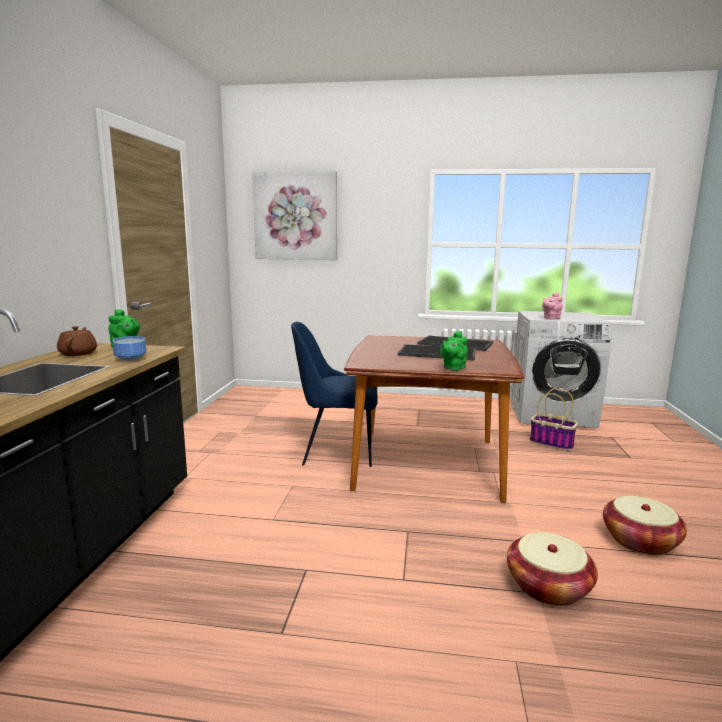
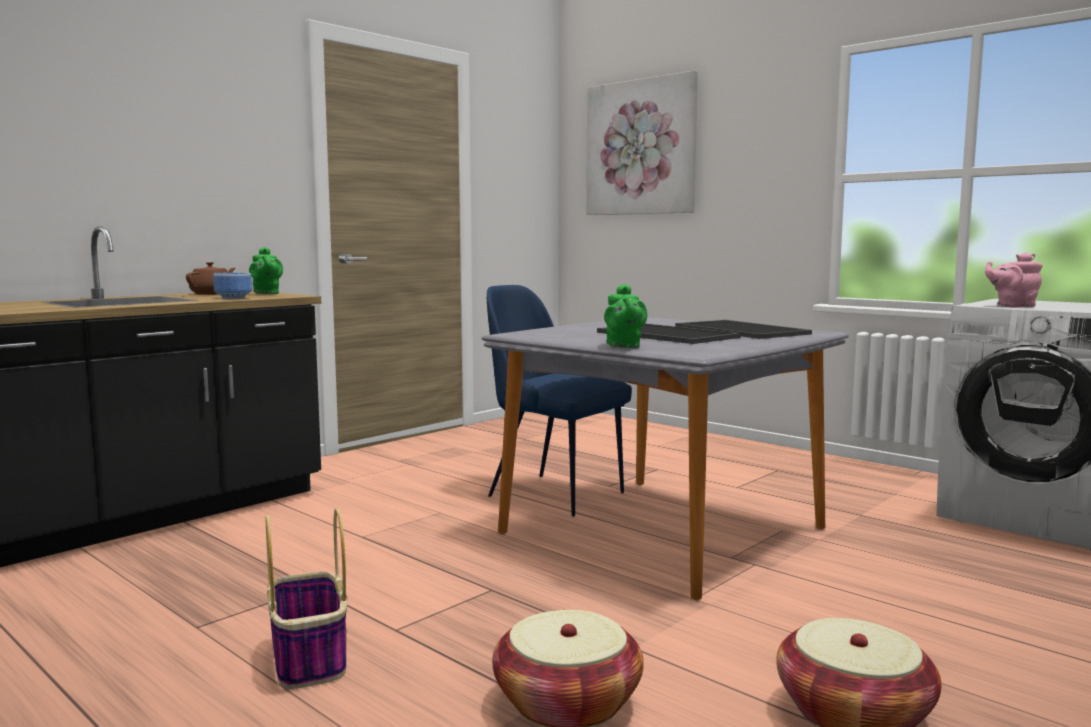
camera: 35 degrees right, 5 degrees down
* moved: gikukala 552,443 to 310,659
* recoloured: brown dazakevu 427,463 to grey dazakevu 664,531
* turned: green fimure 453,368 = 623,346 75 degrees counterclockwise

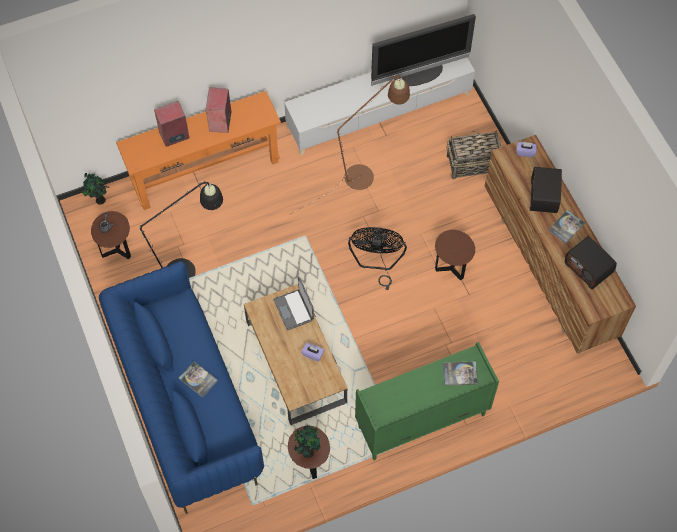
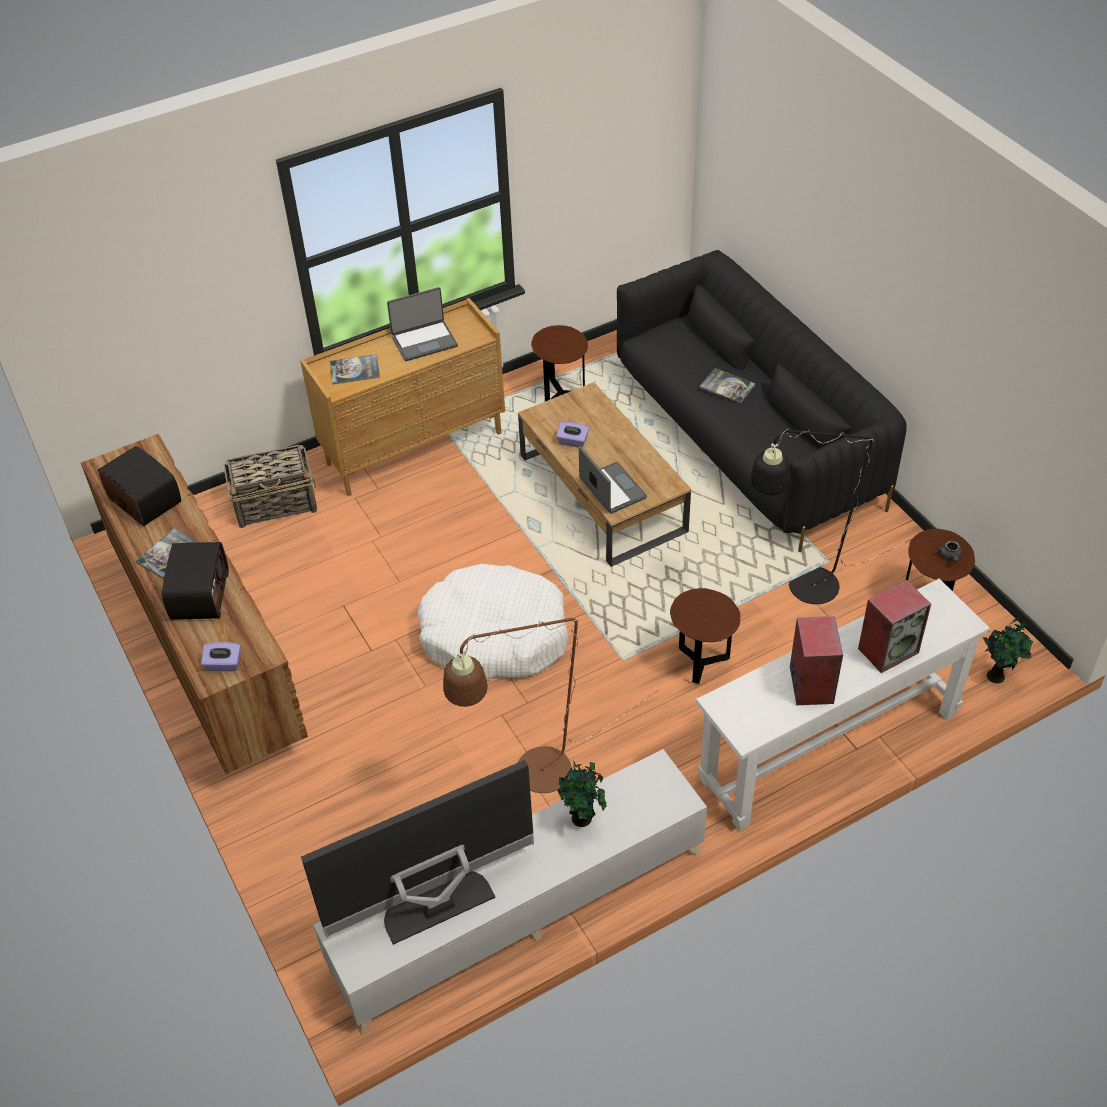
camera: 175 degrees right, 15 degrees down
* moved: gikukala 472,164 to 276,504
* recoloured: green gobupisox 421,421 to brown gobupisox 414,448
* added: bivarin 424,341
* replaced: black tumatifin 377,261 to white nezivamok 494,635
* moved: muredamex 307,452 to 583,819
* recoloured: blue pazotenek 186,399 to black pazotenek 746,436
* moved: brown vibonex 451,268 to 701,663
* recoloured: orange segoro 205,171 to white segoro 829,746

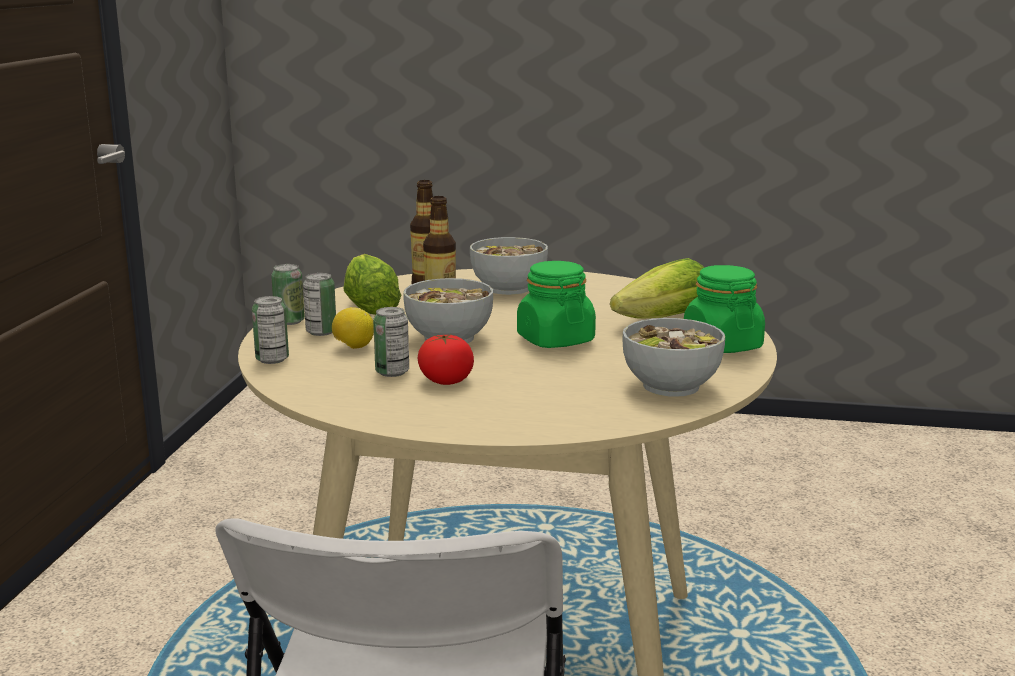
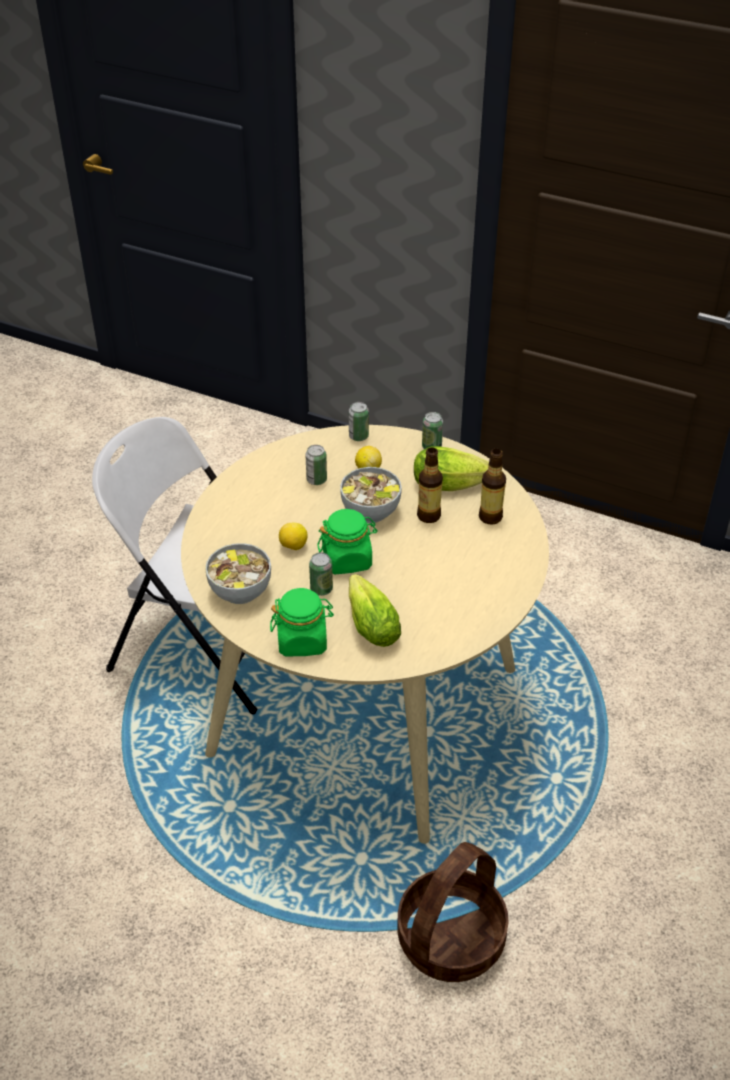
camera: 105 degrees right, 25 degrees up
* added: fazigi 293,546
* moved: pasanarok 321,332 to 321,589
* added: gikukala 451,939
* removed: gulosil 446,380
* removed: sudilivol 508,288

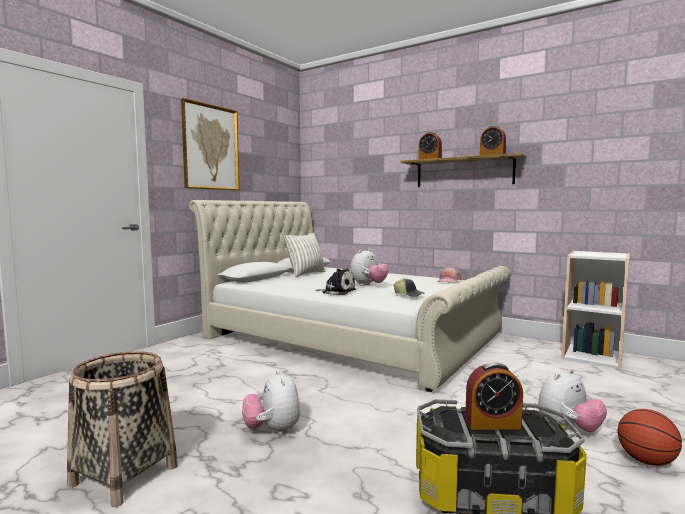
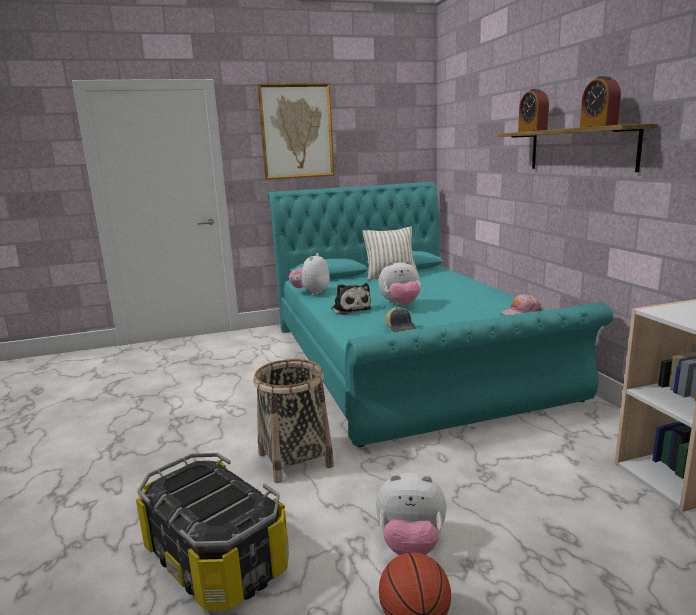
camera: 40 degrees right, 10 degrees up
* moved: gikukala 124,475 to 295,460
* recoloured: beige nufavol 350,336 to turquoise nufavol 405,358
* moved: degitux 273,430 to 311,293
* removed: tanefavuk 492,424

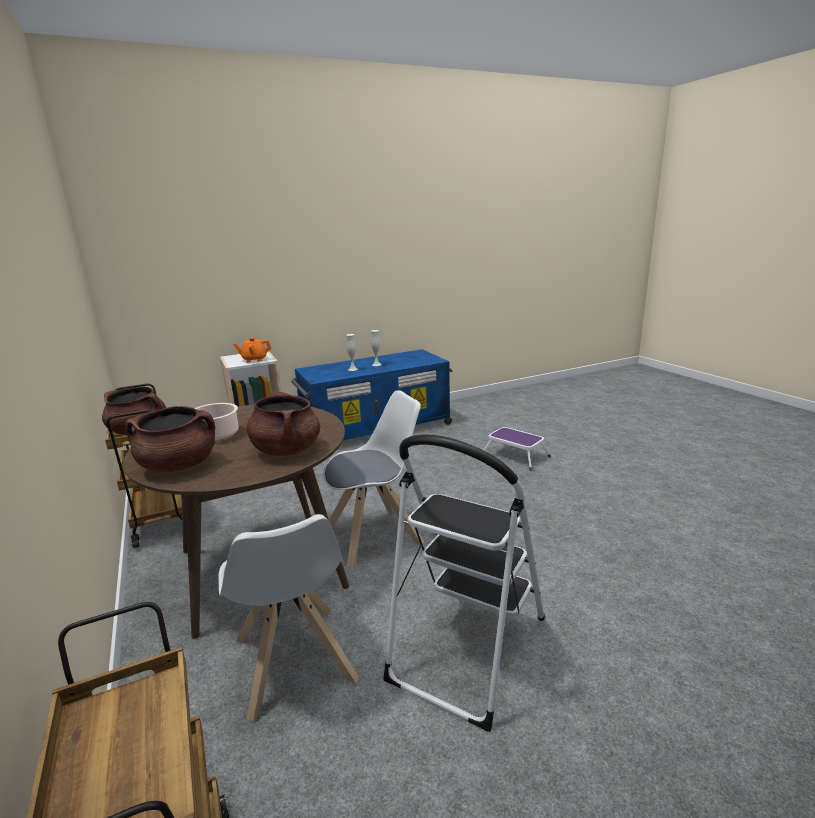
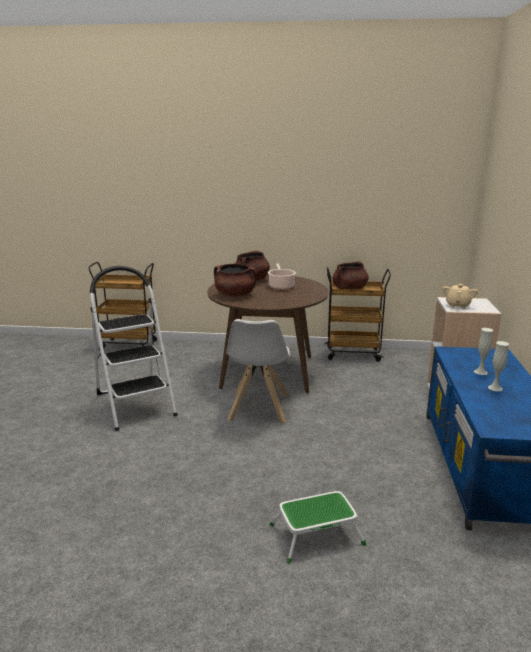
camera: 120 degrees right, 0 degrees up
* recoloured: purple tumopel 515,456 to green tumopel 316,535
* recoloured: orange fimure 254,360 to beige fimure 457,305
* removed: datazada 294,662

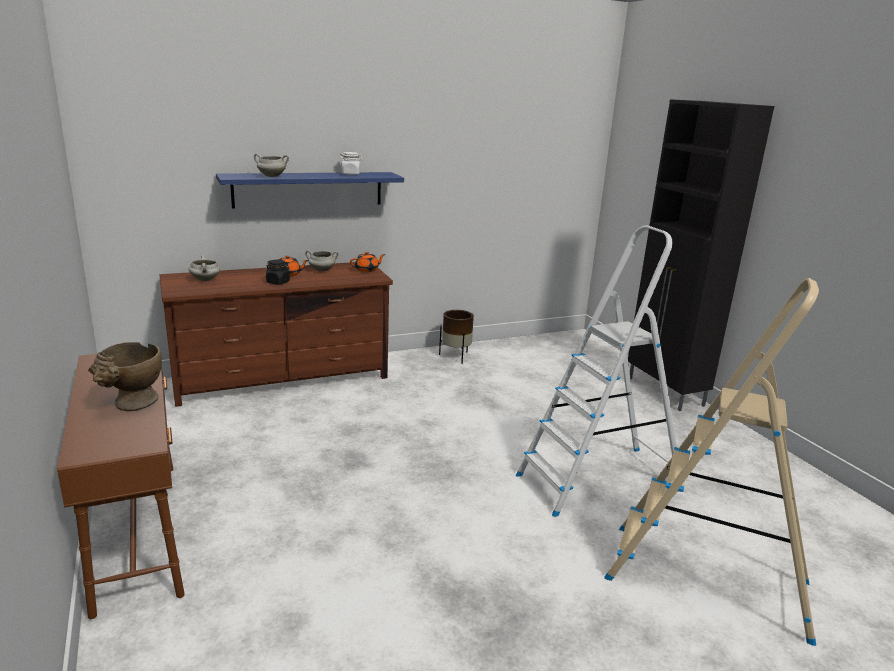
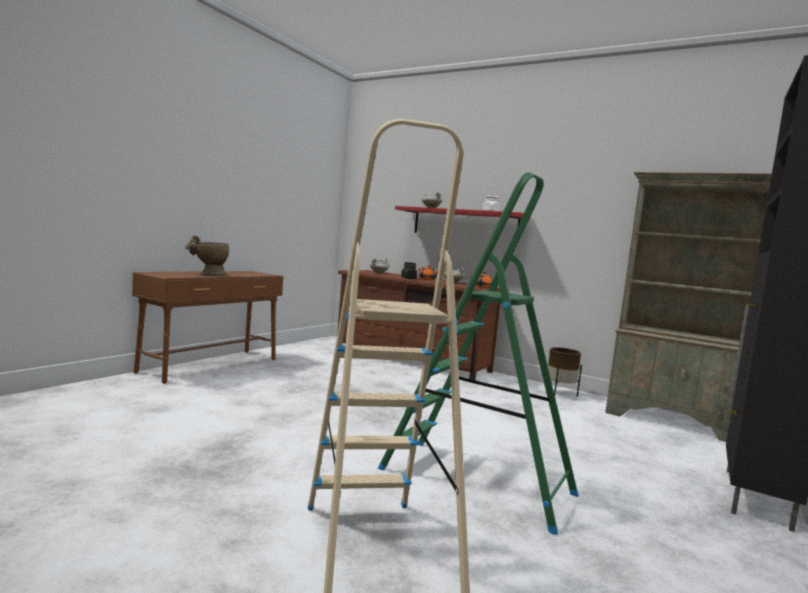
camera: 55 degrees right, 15 degrees down
* recoloured: white tumopel 598,480 to green tumopel 474,481
* recoloured: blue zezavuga 308,189 to red zezavuga 464,224
* added: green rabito 669,420

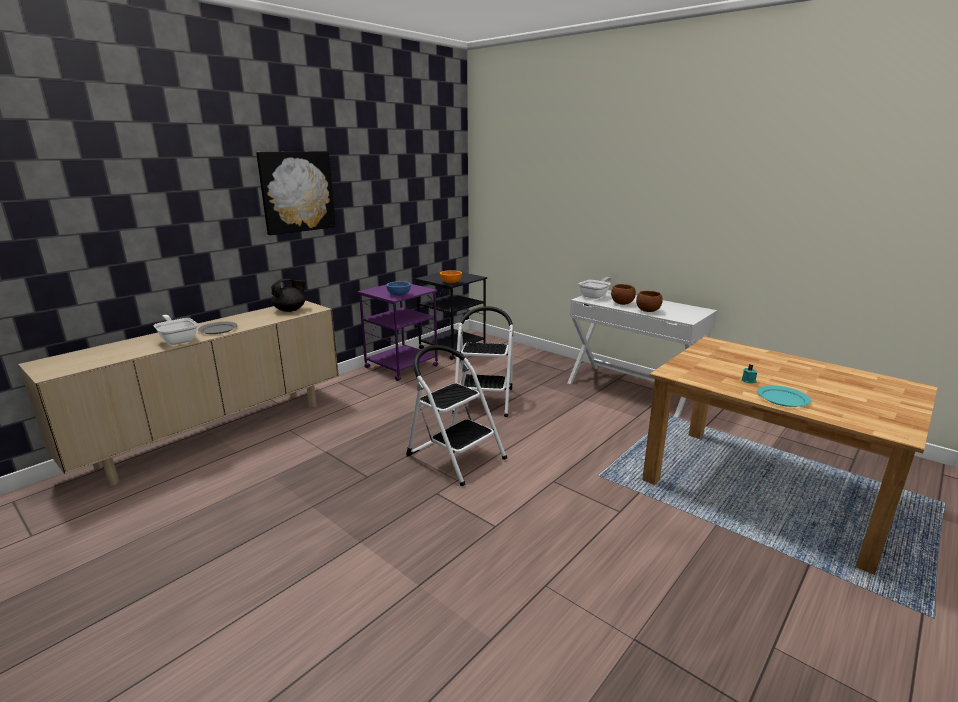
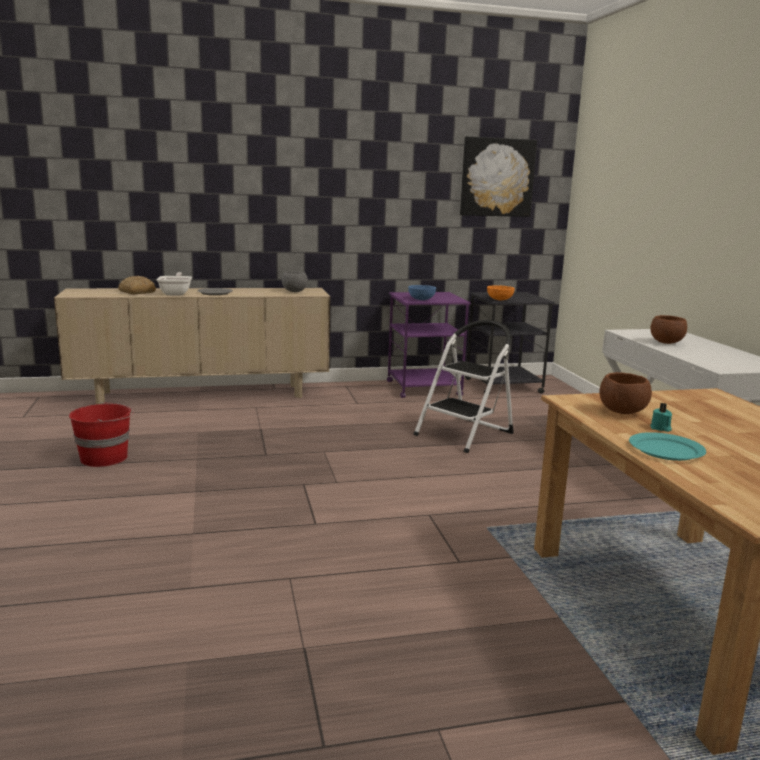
camera: 35 degrees right, 5 degrees down
* added: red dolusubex 105,458
* added: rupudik 136,292
* replaced: black fimure 290,310 to grey sudilivol 294,291
* moved: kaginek 297,192 to 497,177
* moved: brown sudilivol 648,311 to 622,412
* removed: tumopel 454,456
* removed: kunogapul 595,296

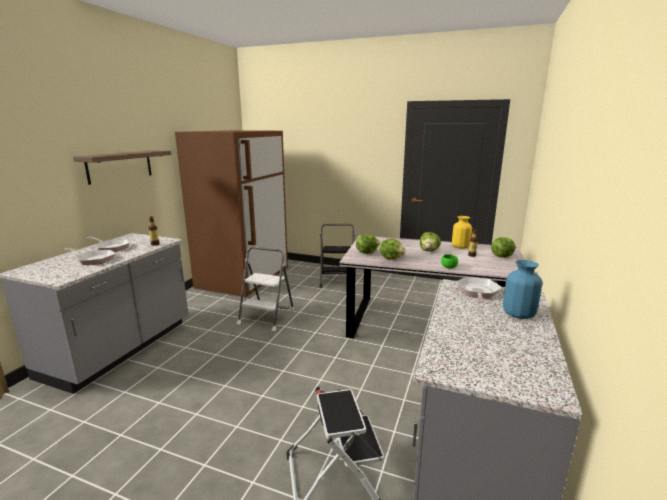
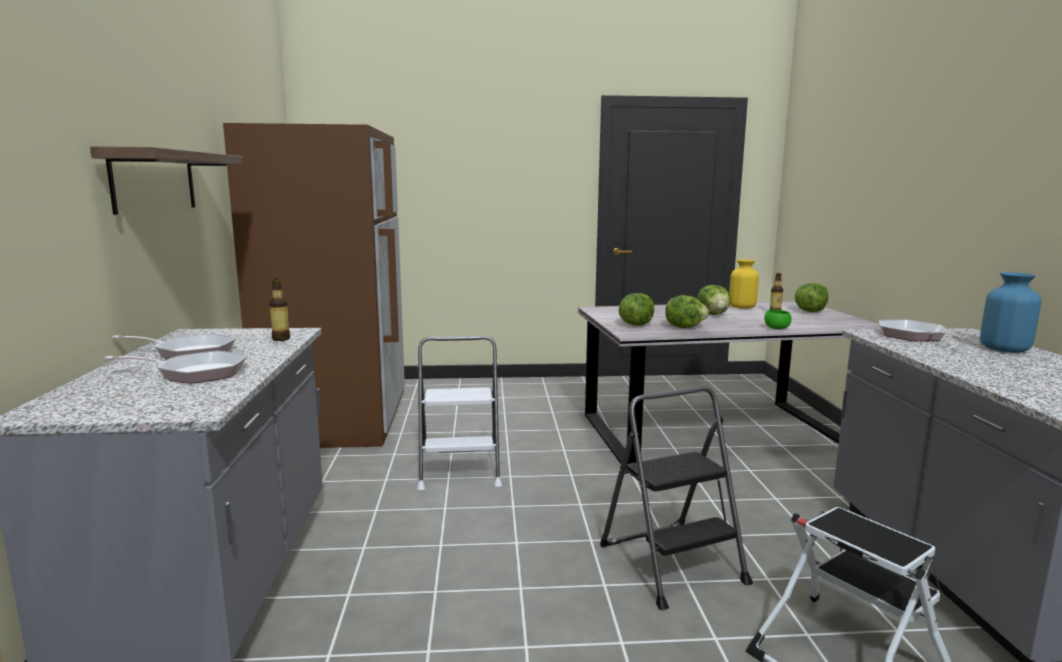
camera: 25 degrees left, 5 degrees down
* moved: black tumopel 337,279 to 669,560

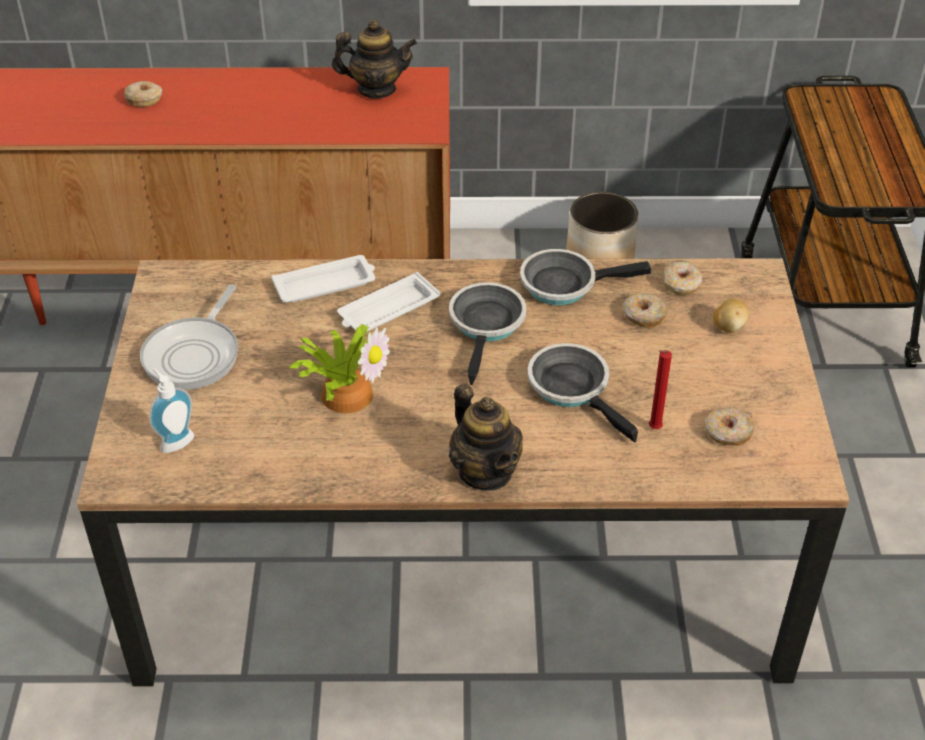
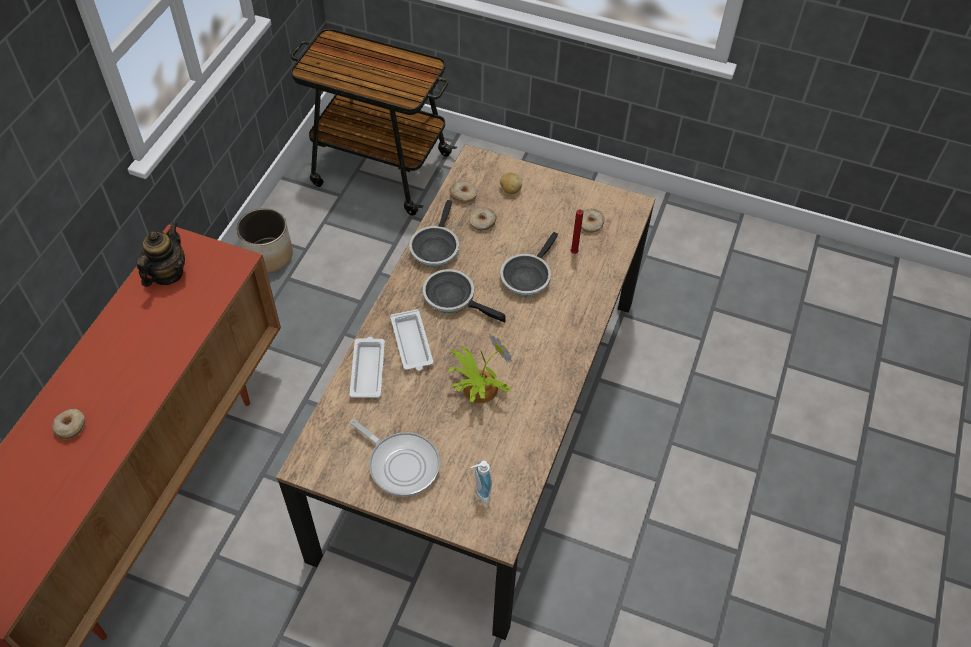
camera: 70 degrees left, 10 degrees up
* turned: kunogapul 573,388 = 527,276 45 degrees counterclockwise
* removed: fimure 485,472

